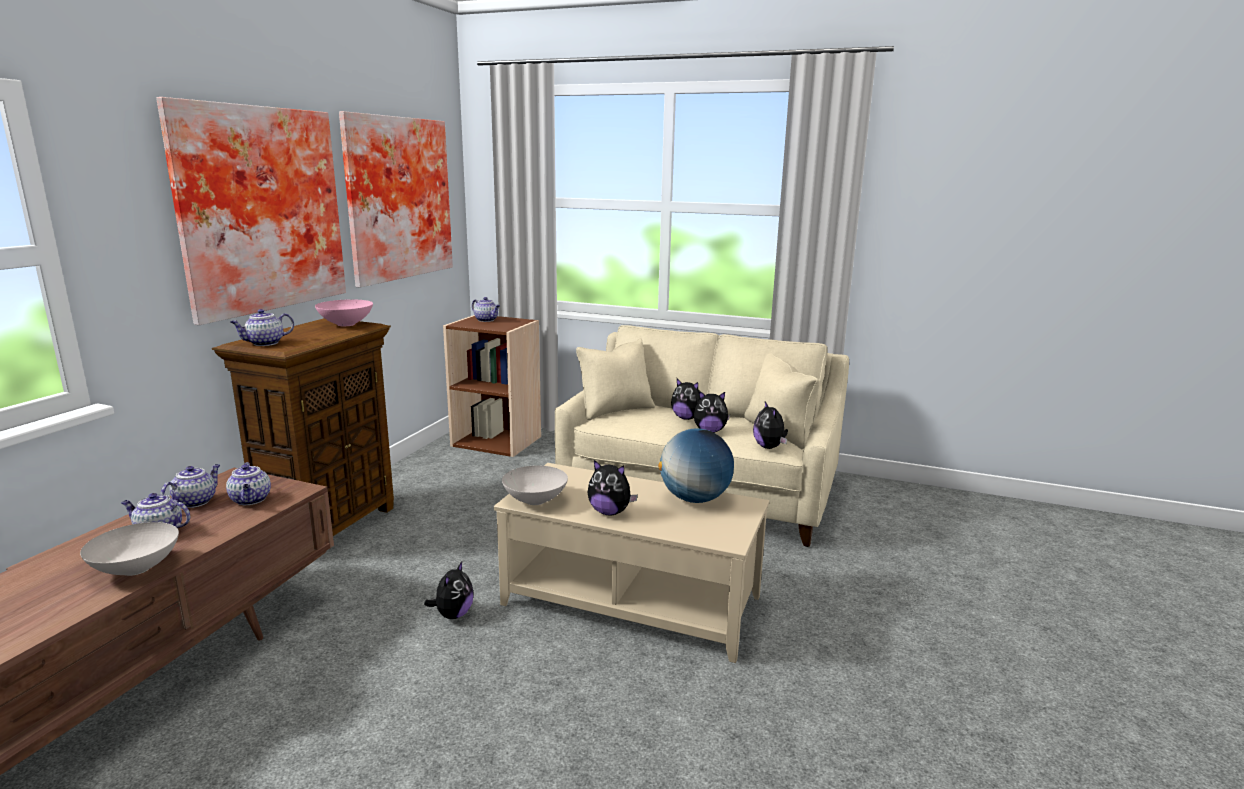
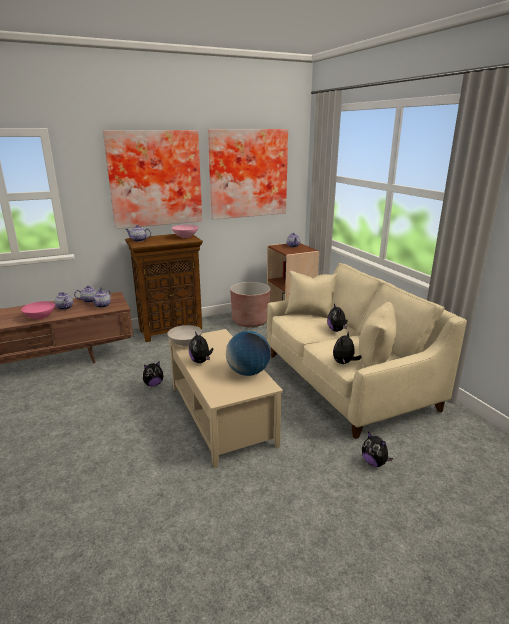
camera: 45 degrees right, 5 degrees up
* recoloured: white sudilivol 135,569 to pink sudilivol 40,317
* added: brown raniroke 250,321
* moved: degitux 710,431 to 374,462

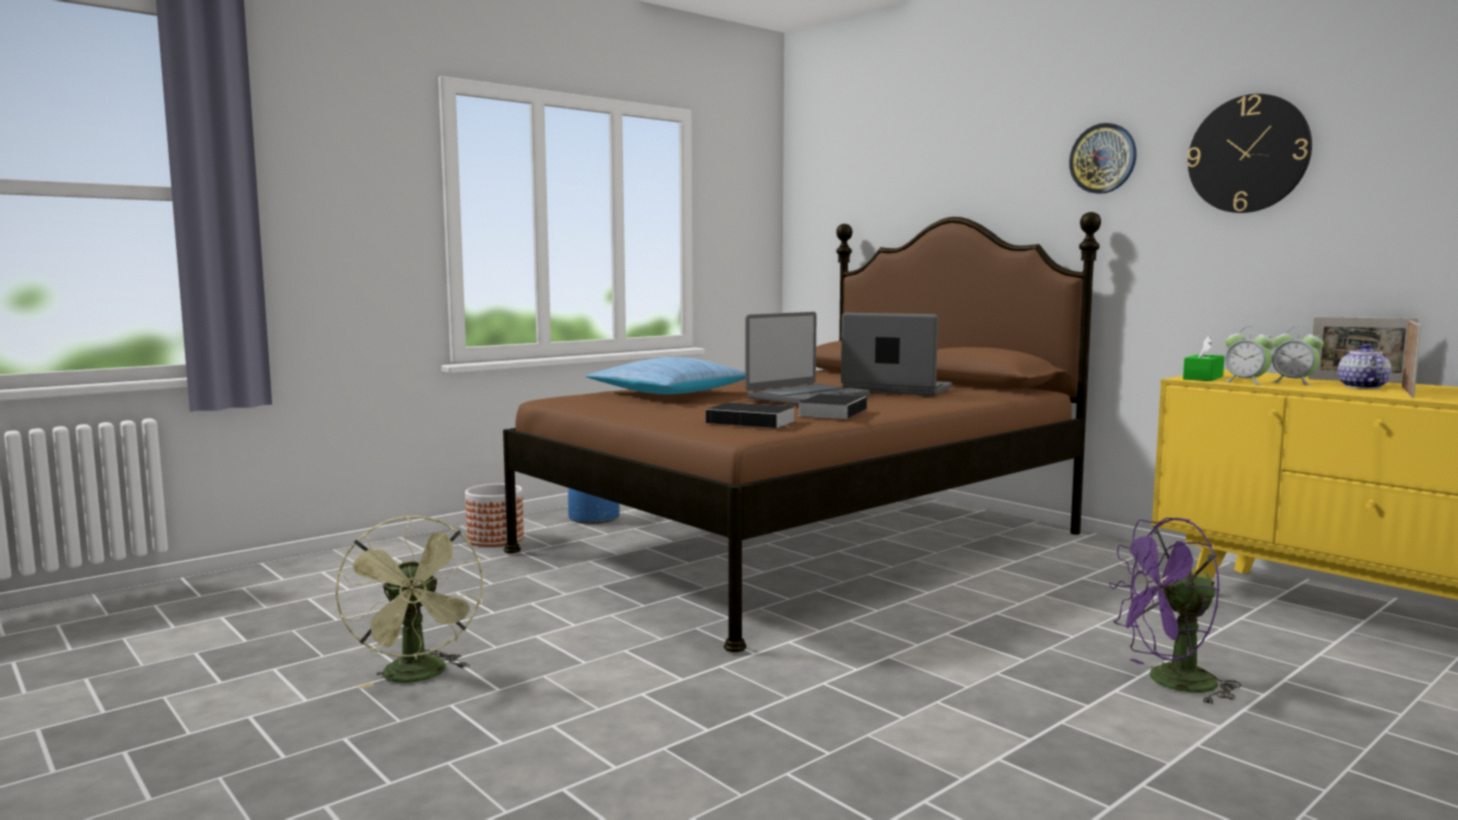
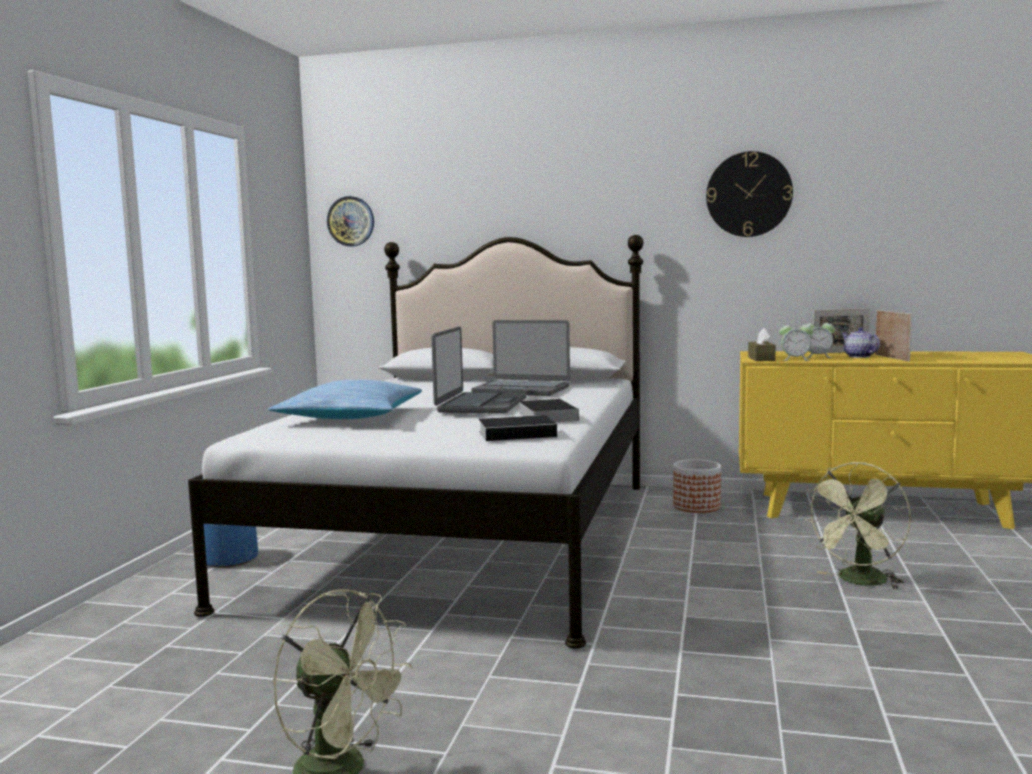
camera: 35 degrees left, 0 degrees up
* recoloured: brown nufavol 804,542 to white nufavol 465,539
* moved: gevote 1103,158 to 351,221
* turned: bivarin 896,389 = 521,390 150 degrees counterclockwise
* moved: raniroke 496,539 to 696,506
* recoloured: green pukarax 1203,378 to brown pukarax 761,359
* recoloured: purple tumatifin 1170,683 to green tumatifin 859,582

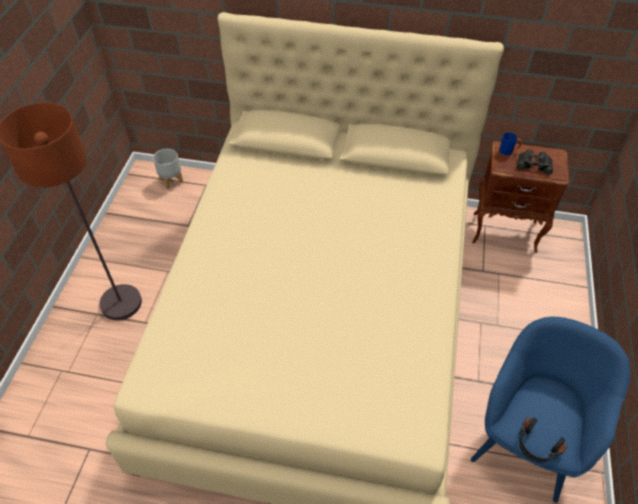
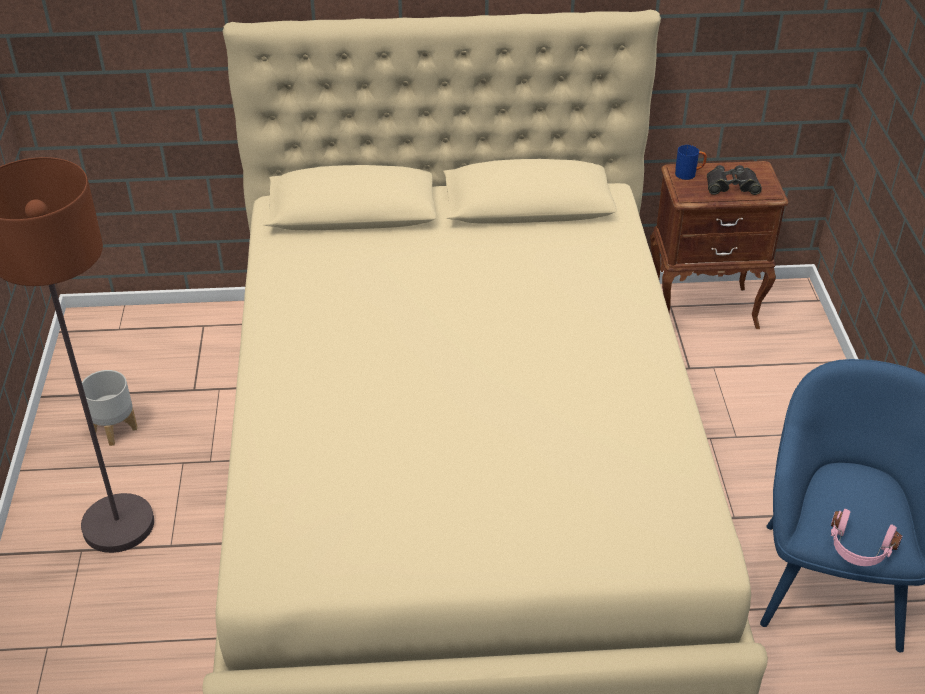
camera: 15 degrees left, 10 degrees down
* moved: grey raniroke 171,180 to 115,429
* recoloured: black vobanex 536,446 to pink vobanex 859,549

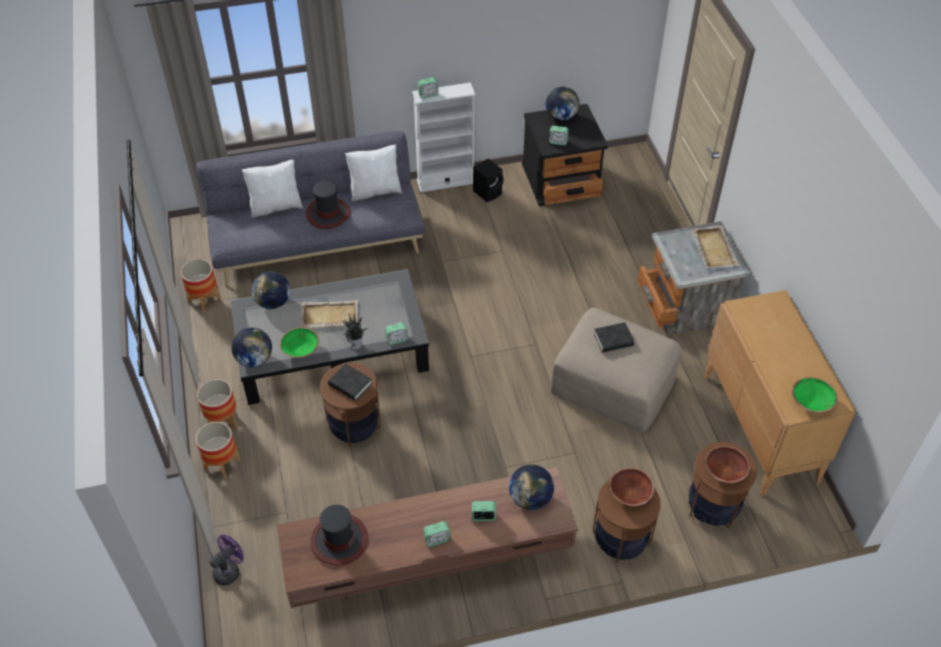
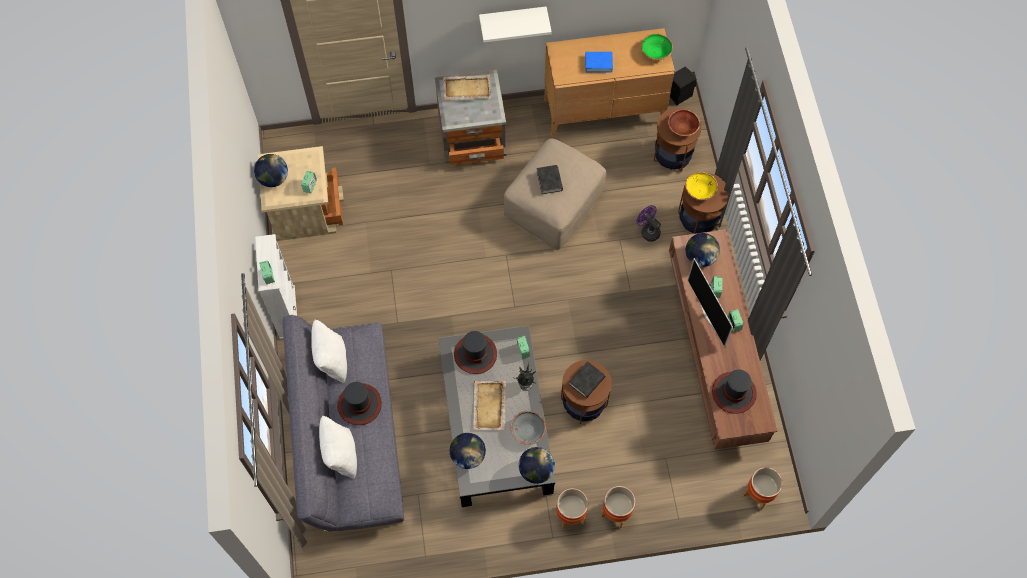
camera: 85 degrees left, 15 degrees up
* recoloured: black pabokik 563,182 to beige pabokik 306,208
* added: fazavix 475,354
* added: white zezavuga 512,18
* recoloured: green sudilivol 301,349 to grey sudilivol 527,430
* added: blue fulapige 598,63
* moved: purple tumatifin 229,570 to 648,231
* moved: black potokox 488,192 to 678,93
* recoloured: brown sudilivol 630,494 to yellow sudilivol 700,190
* added: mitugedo 708,314
* moved: raniroke 204,300 to 758,494

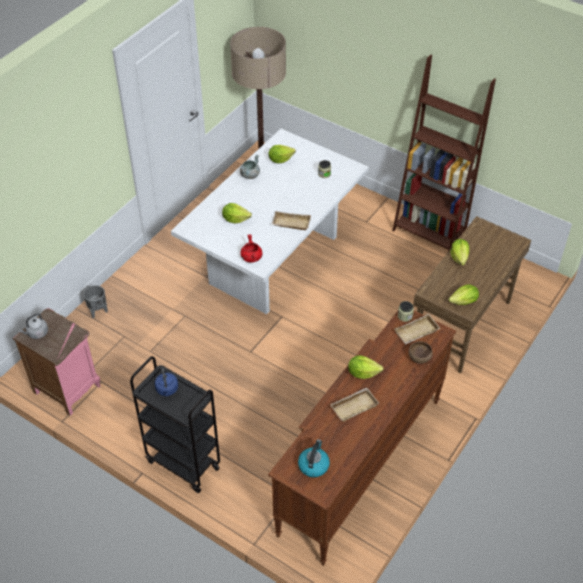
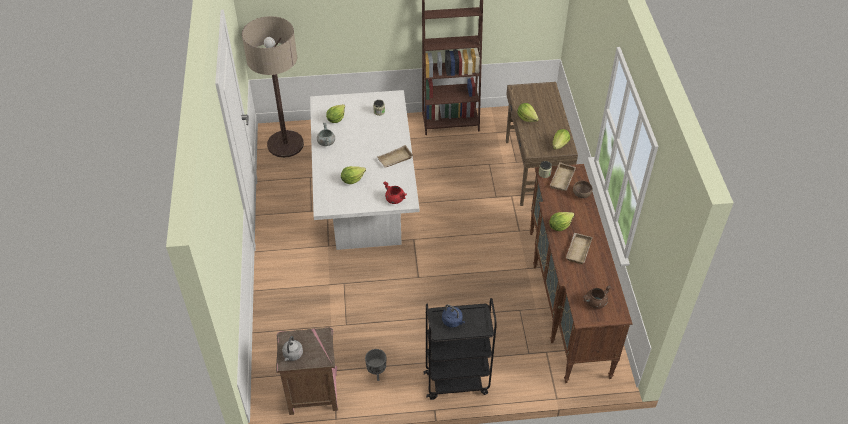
camera: 40 degrees left, 0 degrees up
* moved: grey raniroke 98,311 to 376,373
* replaced: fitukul 313,465 to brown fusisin 595,302

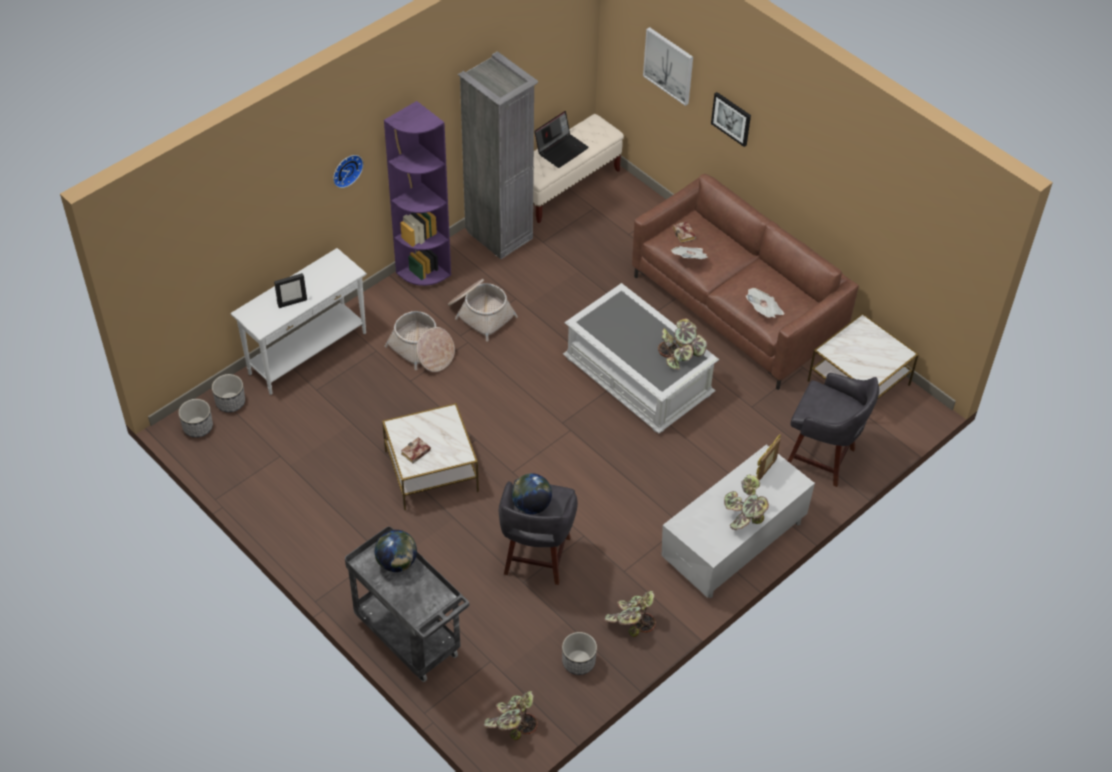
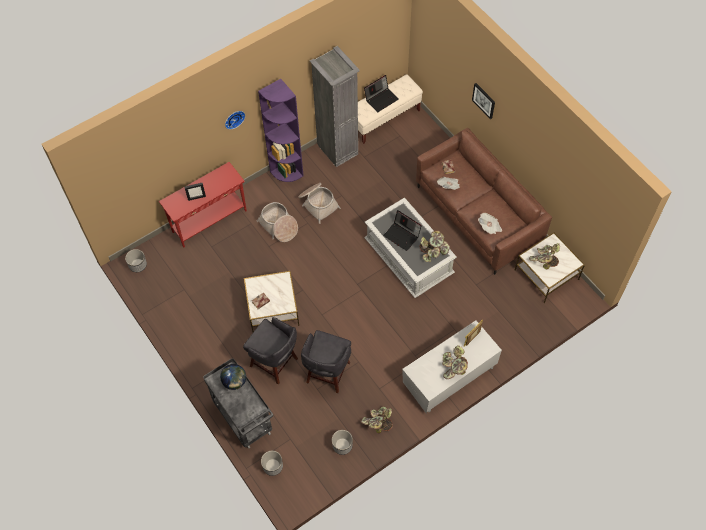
camera: 10 degrees right, 10 degrees up
* recoloured: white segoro 308,352 to red segoro 209,220
* moved: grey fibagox 823,459 to 275,364
* moved: raniroke 230,402 to 273,466
* added: bivarin 402,235
* moved: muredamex 511,724 to 543,260
* removed: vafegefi 531,505
* removed: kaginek 669,65

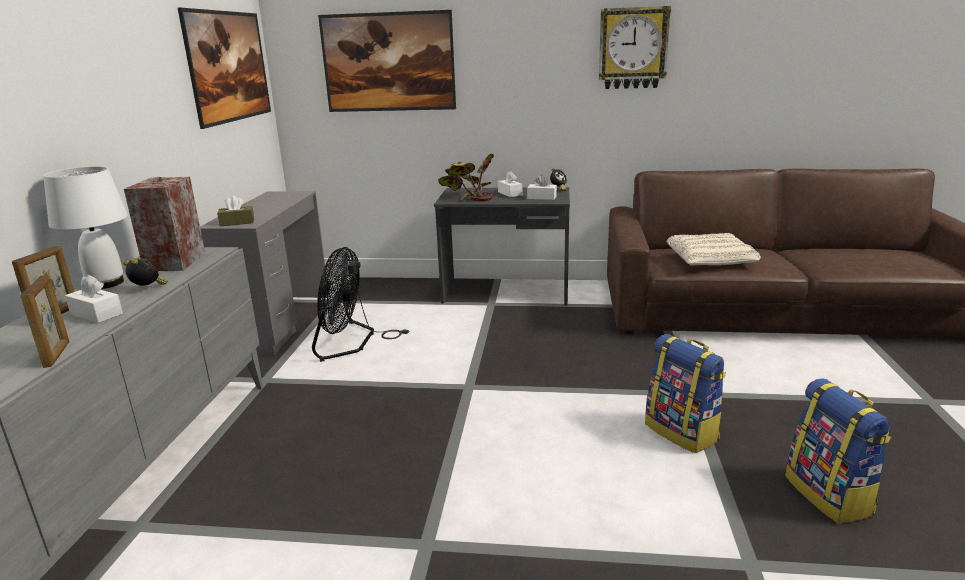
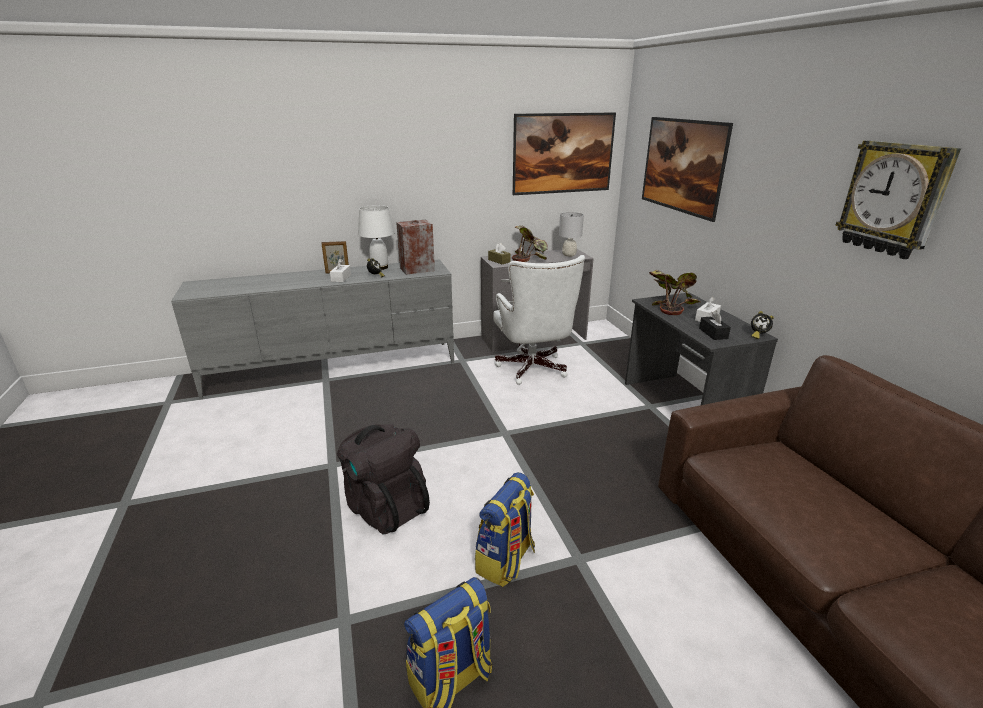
camera: 65 degrees right, 5 degrees up
* added: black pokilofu 385,506
* replaced: black tumatifin 355,340 to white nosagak 533,370
* added: muredamex 530,257
* added: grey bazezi 568,255
* recoloured: white pukarax 541,197 to black pukarax 713,333
* removed: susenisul 57,354
* removed: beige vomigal 710,259

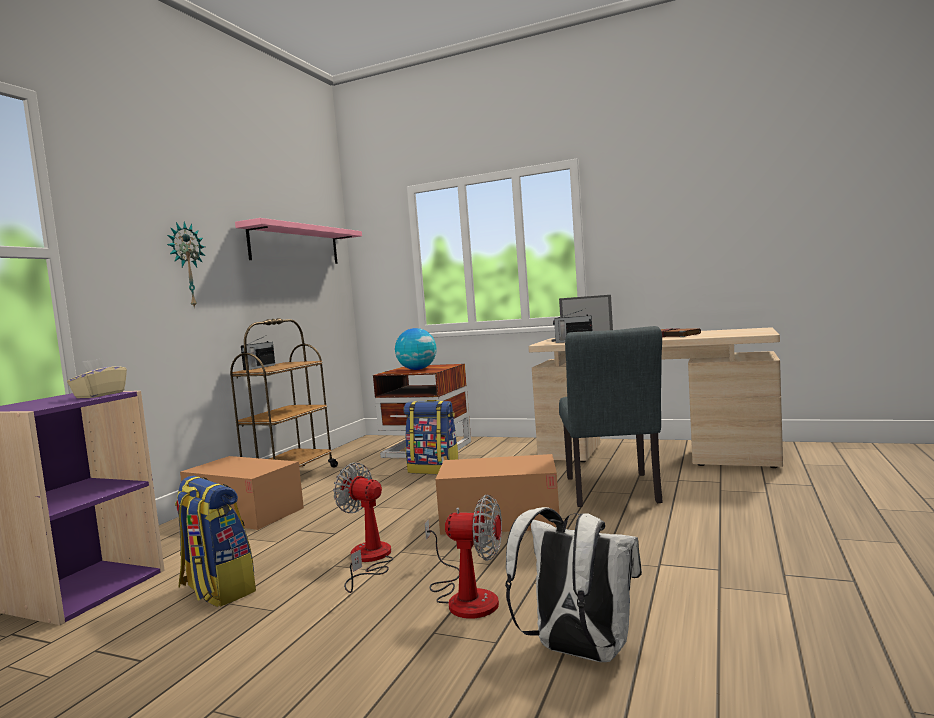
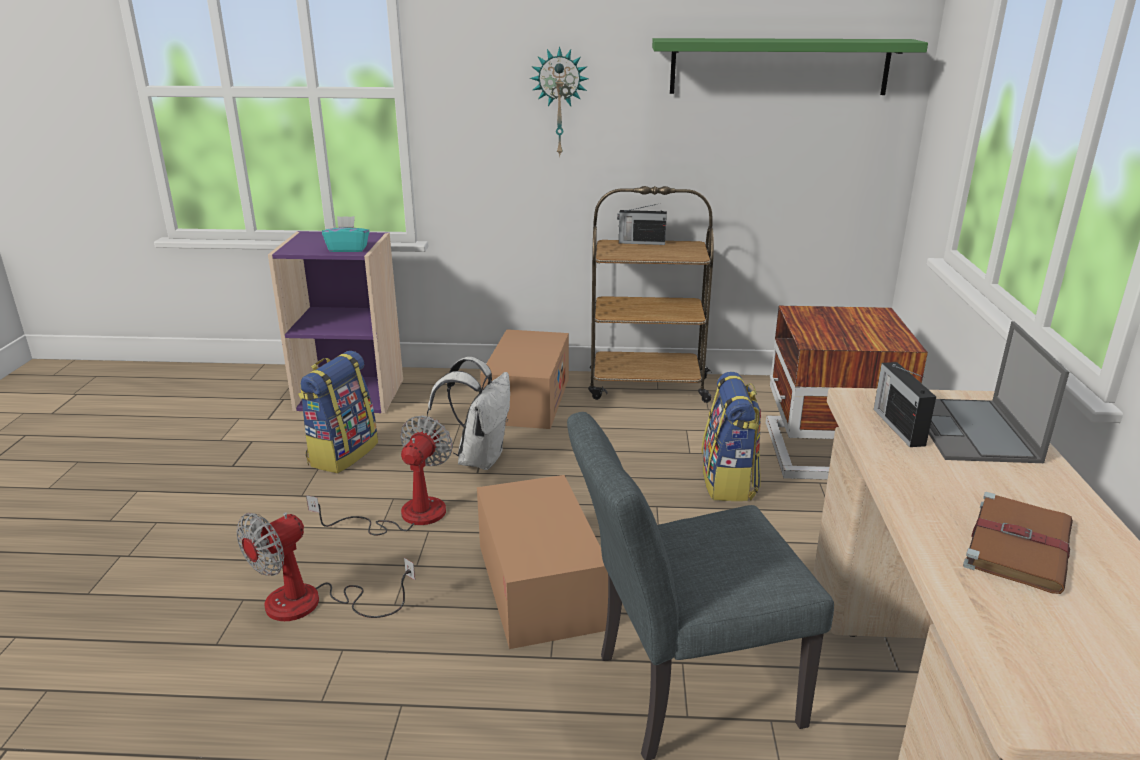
camera: 70 degrees right, 20 degrees up
* turned: tumatifin 466,597 = 312,604 45 degrees clockwise
* recoloured: beige pukarax 99,395 to turquoise pukarax 348,249
* moved: white pokilofu 577,652 to 479,458
* recoloured: pink zezavuga 295,245 to green zezavuga 779,66
* removed: vafegefi 417,369

